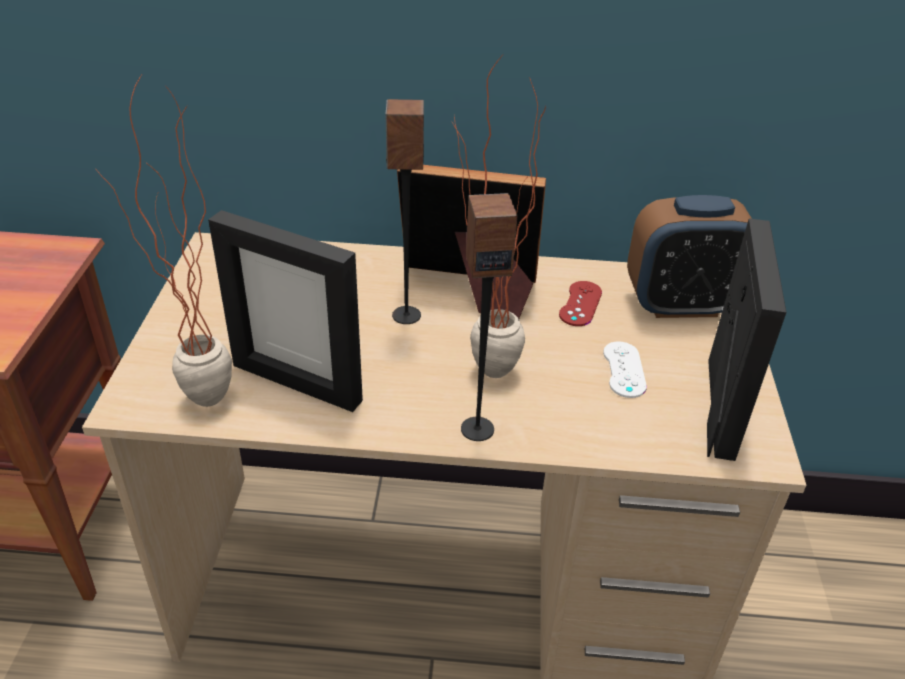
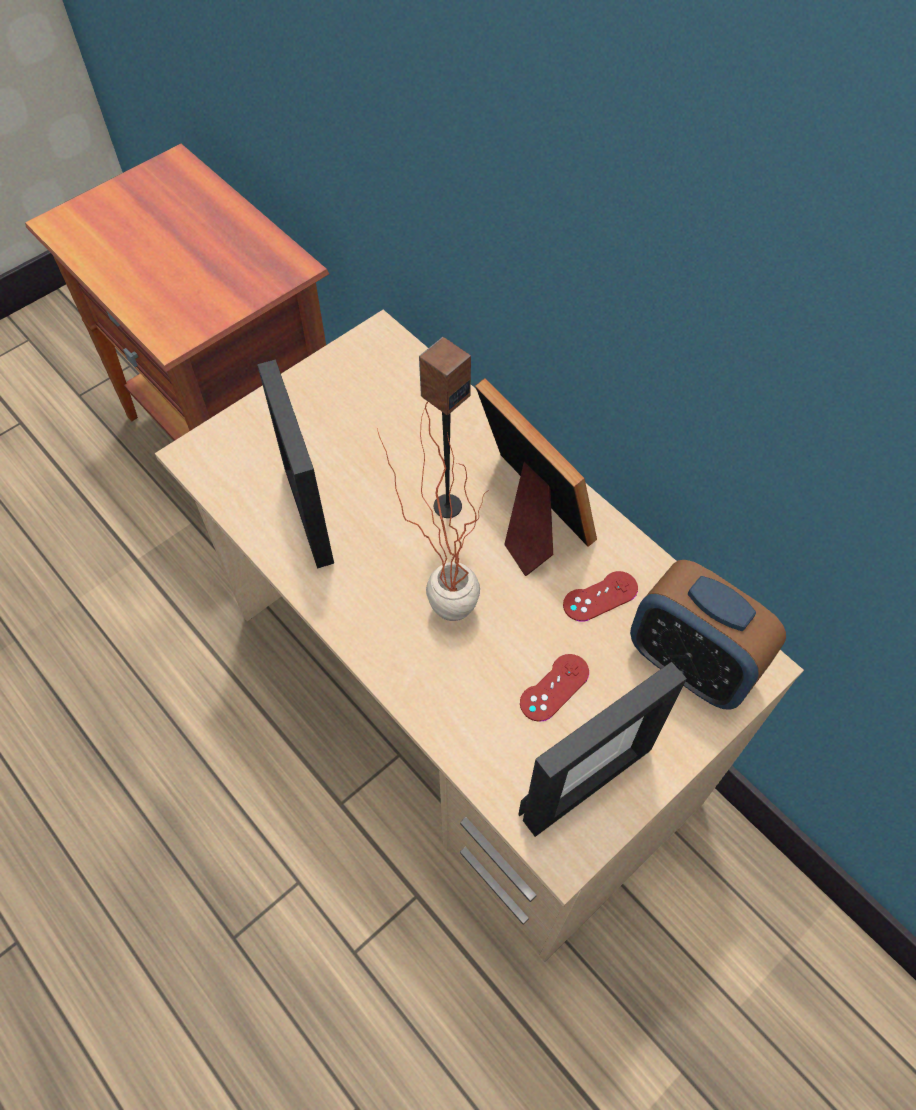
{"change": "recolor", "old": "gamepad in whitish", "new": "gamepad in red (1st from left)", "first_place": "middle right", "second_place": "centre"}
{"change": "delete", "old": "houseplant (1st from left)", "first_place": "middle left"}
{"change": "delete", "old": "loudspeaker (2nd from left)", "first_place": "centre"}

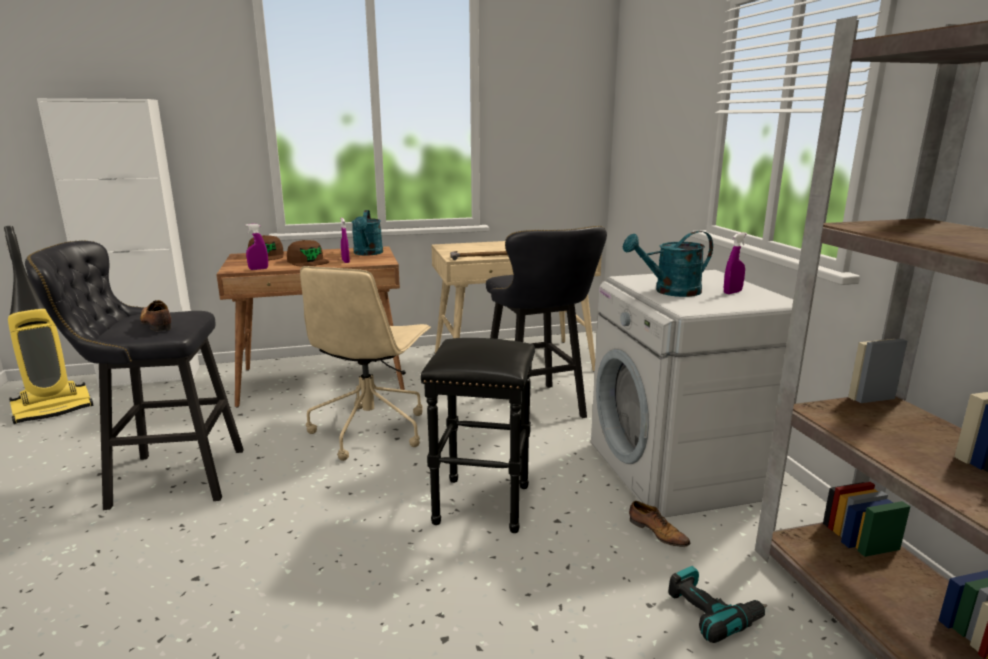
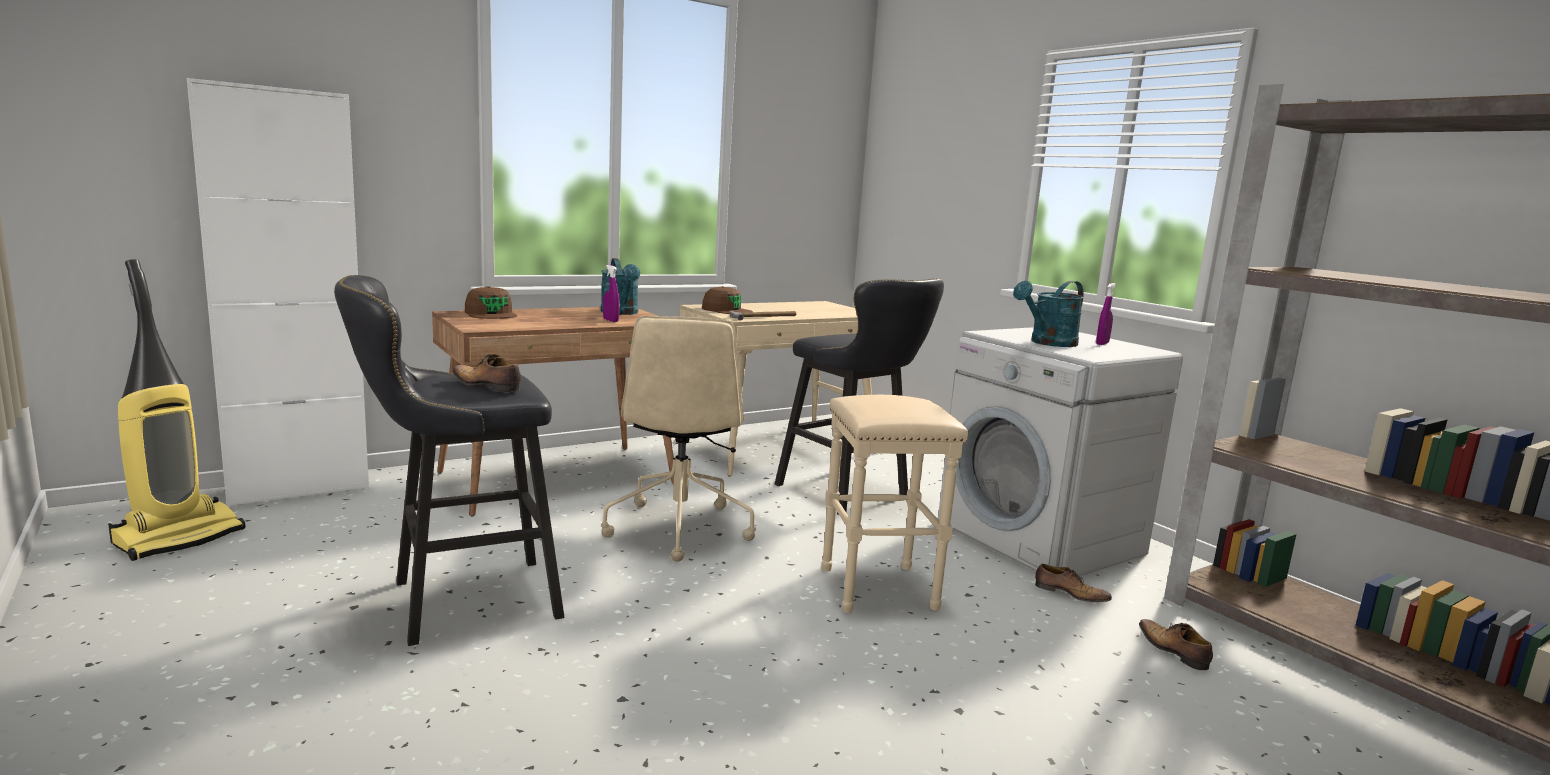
{"change": "move", "old": "baseball cap in brownish (2nd from left)", "first_place": "middle left", "second_place": "centre"}
{"change": "recolor", "old": "sitting stool in black-coloured (2nd from left)", "new": "sitting stool in beige", "first_place": "centre", "second_place": "centre"}
{"change": "replace", "old": "power drill", "new": "low shoe (3rd from left)", "first_place": "bottom right", "second_place": "bottom right"}
{"change": "delete", "old": "hand sprayer in purple-coloured (1st from left)", "first_place": "middle left"}

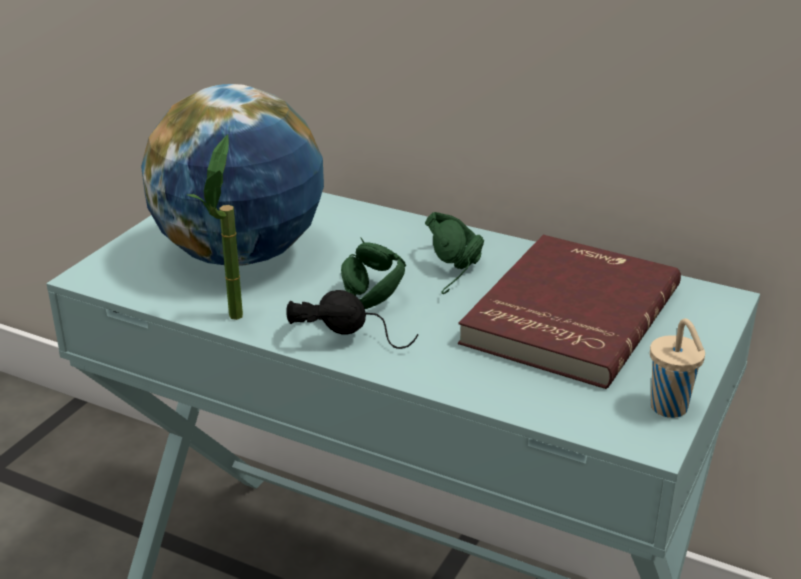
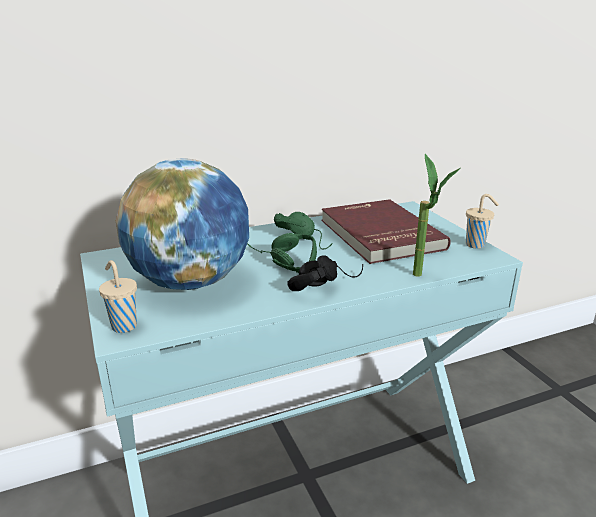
{"change": "insert", "new": "small cup in beige (1st from left)", "second_place": "middle left"}
{"change": "move", "old": "houseplant", "first_place": "middle left", "second_place": "middle right"}

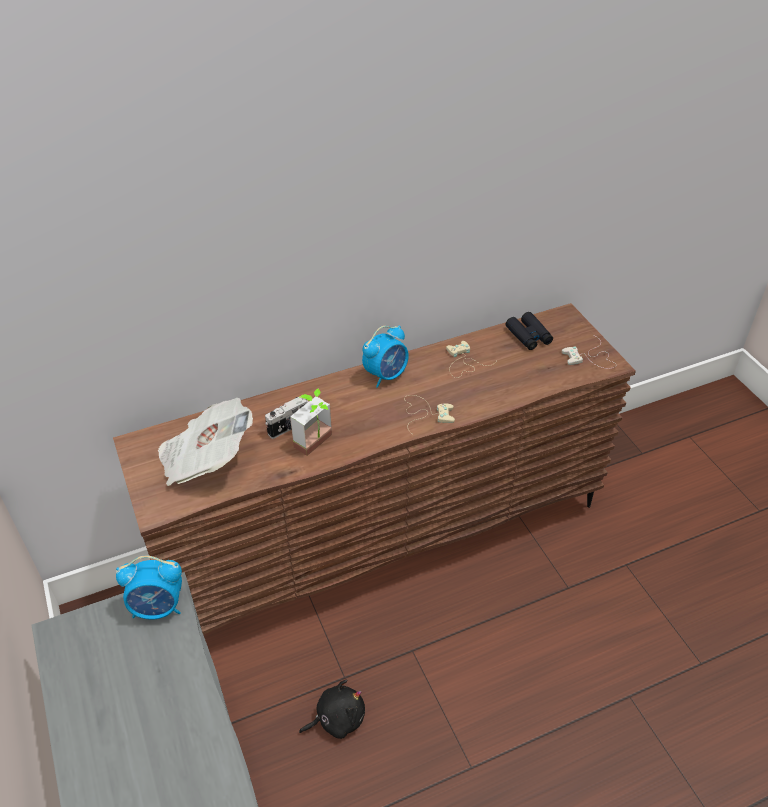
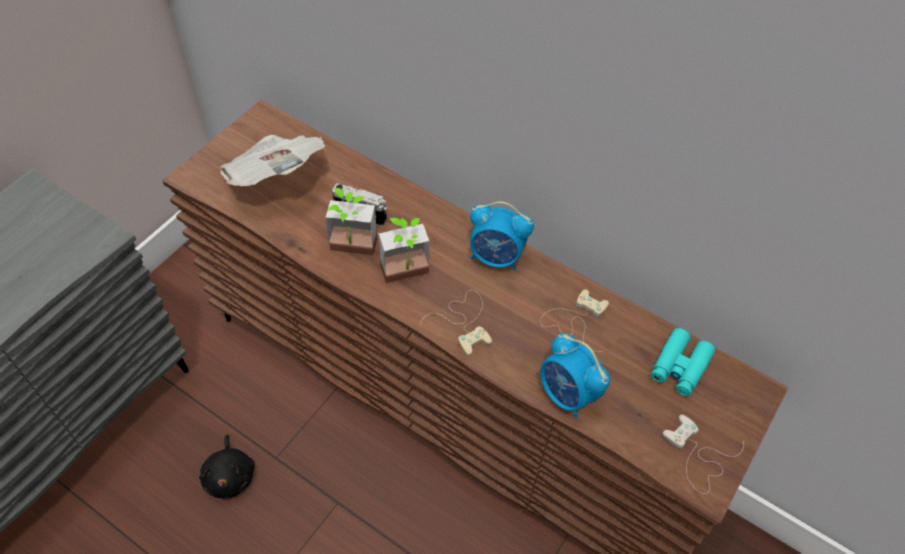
{"change": "rotate", "old": "plush toy in black-coloured", "first_place": "bottom centre", "second_place": "bottom left", "degrees": 45}
{"change": "insert", "new": "houseplant (2nd from left)", "second_place": "centre"}
{"change": "move", "old": "alarm clock (1st from left in the first image)", "new": "alarm clock (2nd from left)", "first_place": "bottom left", "second_place": "bottom centre"}
{"change": "recolor", "old": "pair of binoculars in black-coloured", "new": "pair of binoculars in turquoise", "first_place": "middle right", "second_place": "middle right"}

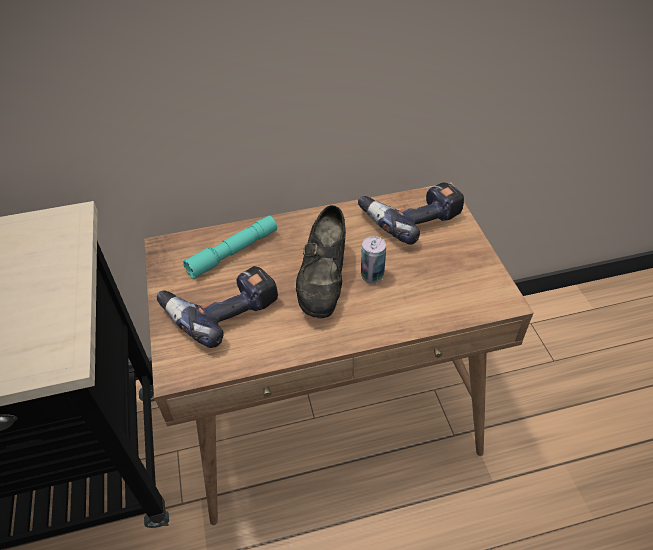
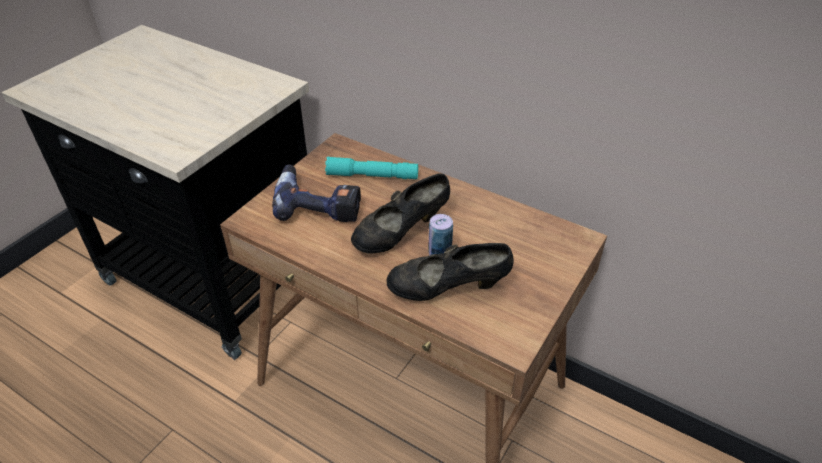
{"change": "insert", "new": "low shoe in black-coloured (2nd from left)", "second_place": "centre"}
{"change": "delete", "old": "power drill (2nd from left)", "first_place": "centre"}

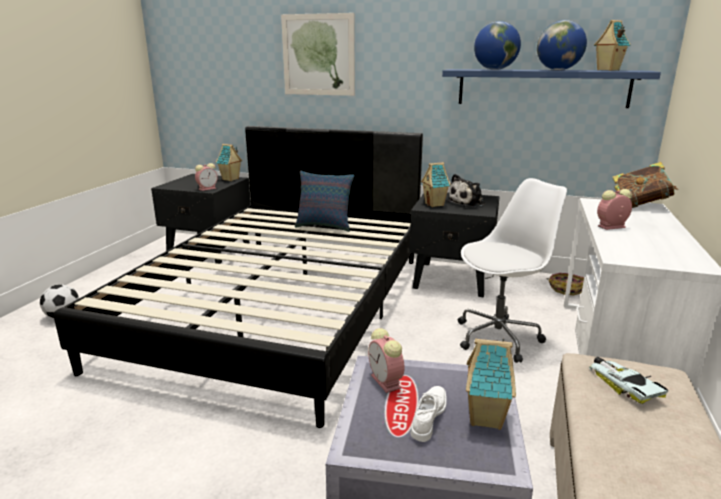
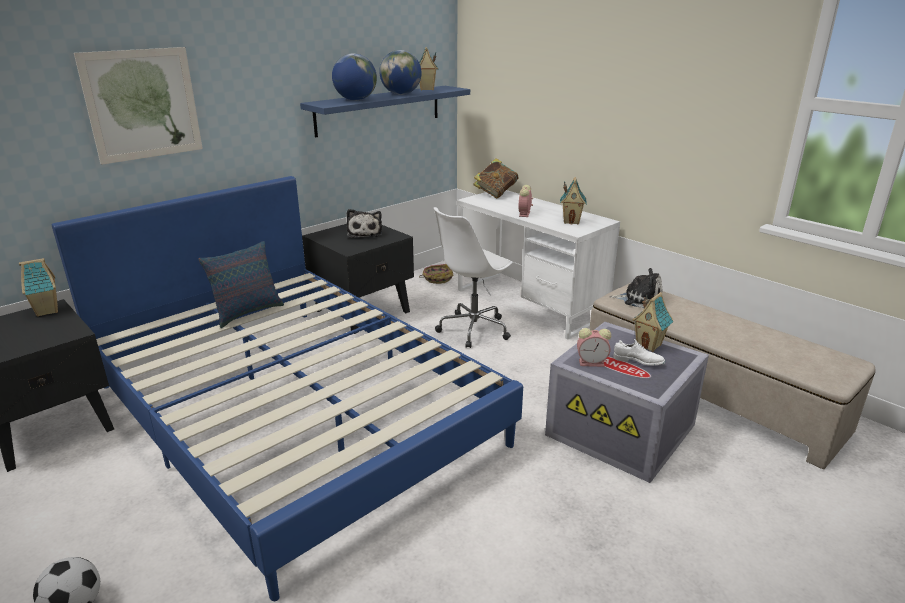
{"change": "recolor", "old": "sleeping bed in black-coloured", "new": "sleeping bed in blue", "first_place": "middle left", "second_place": "middle left"}
{"change": "rotate", "old": "desk chair in whitish", "first_place": "middle right", "second_place": "centre", "degrees": -135}
{"change": "move", "old": "toy house (2nd from left in the first image)", "new": "toy house (3rd from left)", "first_place": "centre", "second_place": "top centre"}
{"change": "replace", "old": "miniature car", "new": "plush toy (2nd from left)", "first_place": "bottom right", "second_place": "middle right"}
{"change": "rotate", "old": "low shoe in whitish", "first_place": "bottom centre", "second_place": "middle right", "degrees": 150}
{"change": "delete", "old": "alarm clock (1st from left)", "first_place": "middle left"}

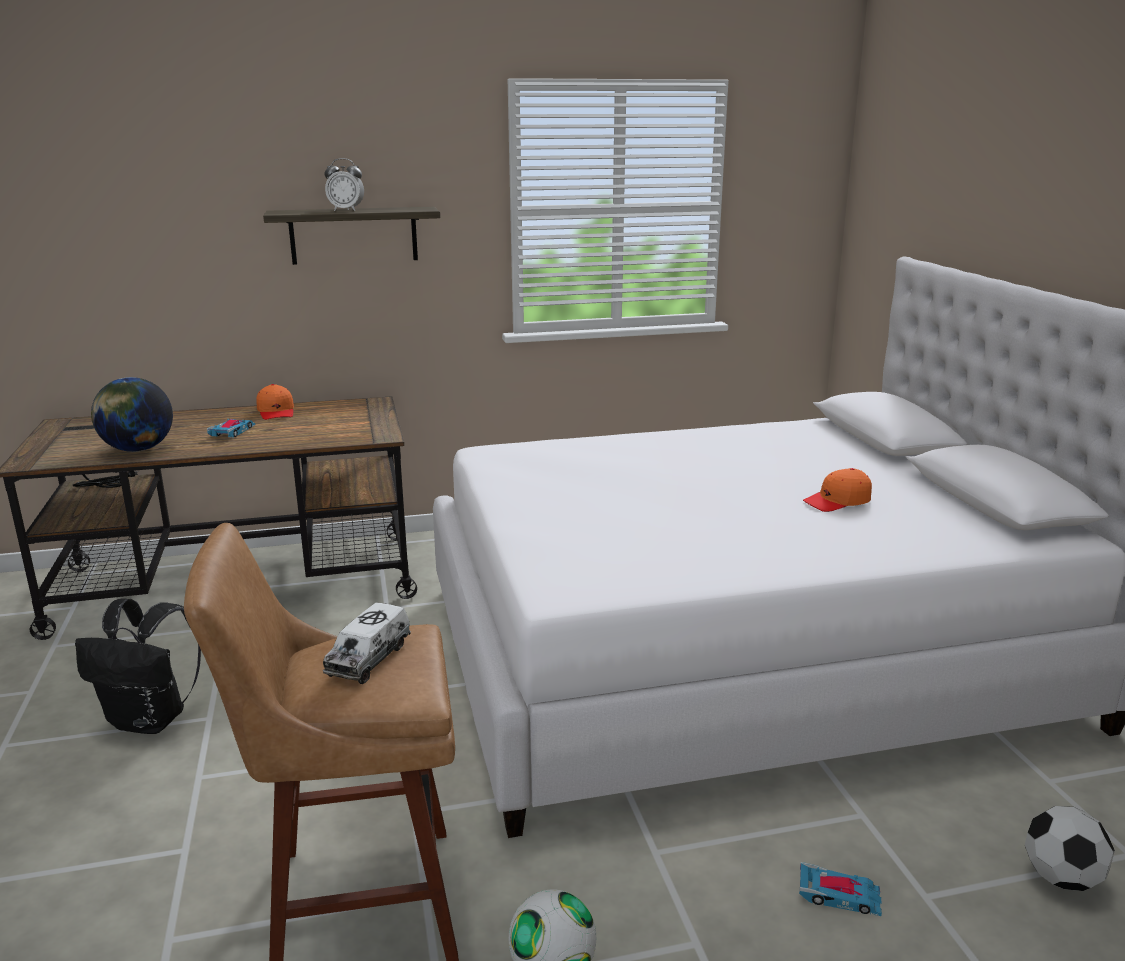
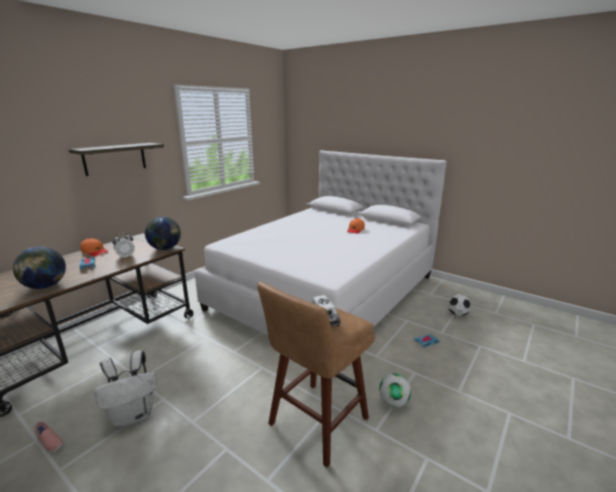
{"change": "insert", "new": "low shoe in pink", "second_place": "bottom left"}
{"change": "recolor", "old": "backpack in black-coloured", "new": "backpack in whitish", "first_place": "bottom left", "second_place": "bottom left"}
{"change": "move", "old": "alarm clock", "first_place": "top left", "second_place": "middle left"}
{"change": "insert", "new": "desk globe (2nd from left)", "second_place": "middle left"}

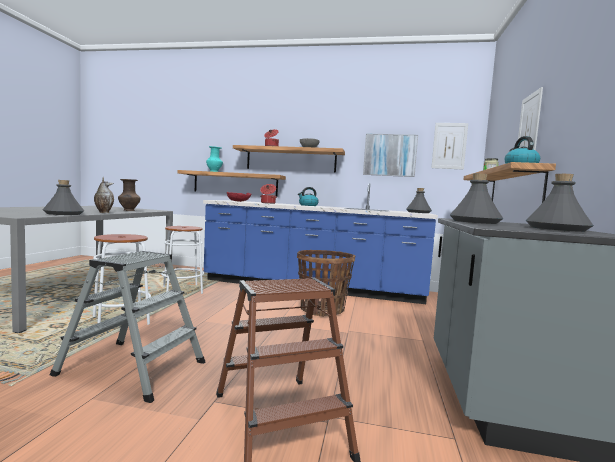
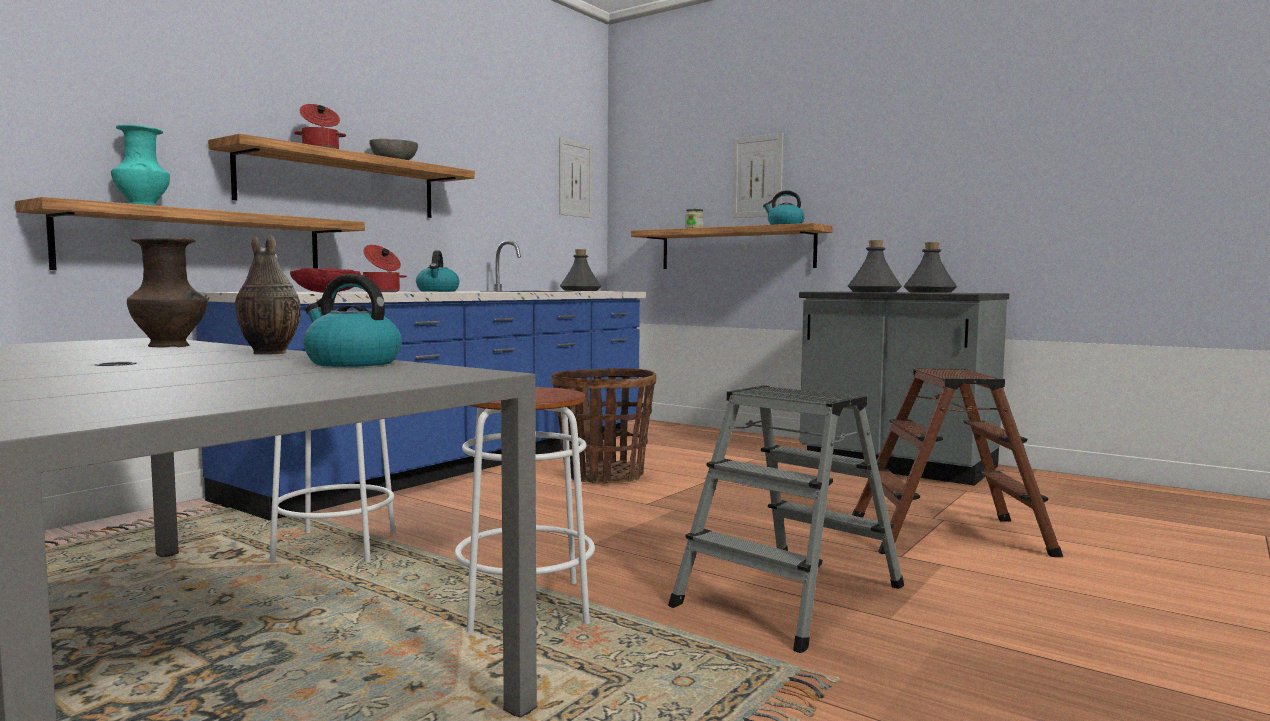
{"change": "replace", "old": "bottle in gray (1st from left)", "new": "kettle (1st from left)", "first_place": "middle left", "second_place": "middle left"}
{"change": "delete", "old": "wall picture (1st from left)", "first_place": "centre"}

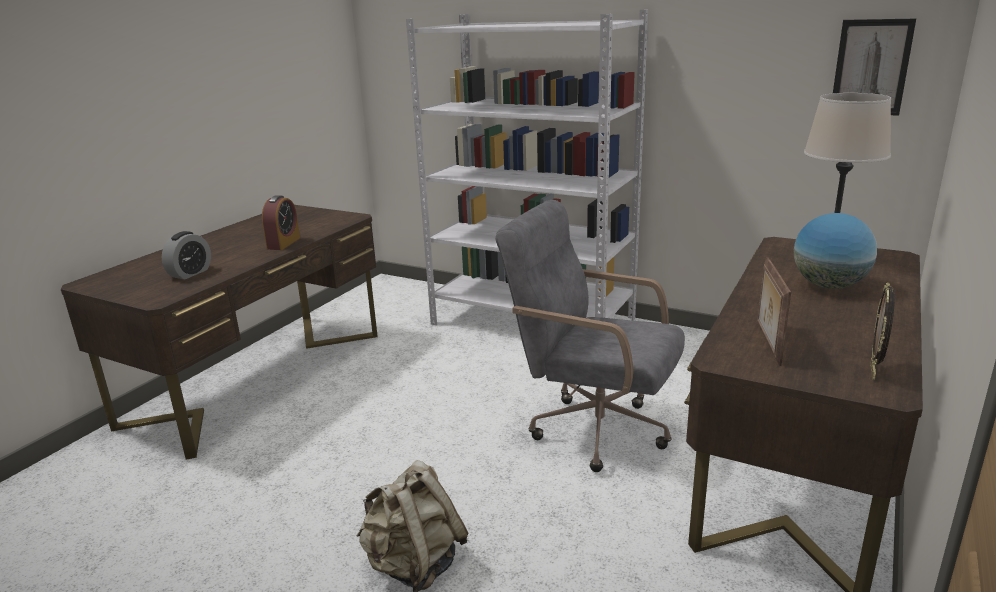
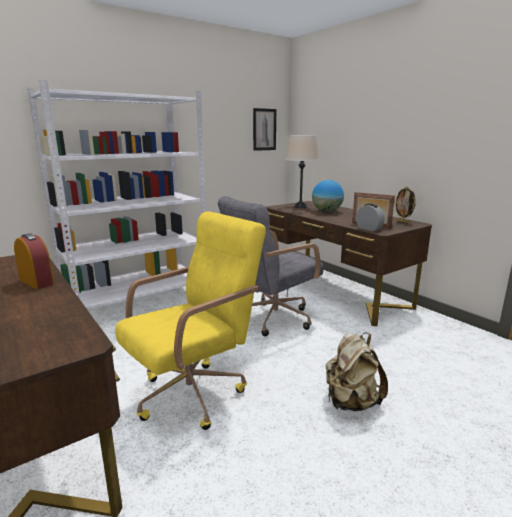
{"change": "insert", "new": "desk chair in yellow", "second_place": "centre"}
{"change": "move", "old": "alarm clock (1st from left in the first image)", "new": "alarm clock (2nd from left)", "first_place": "middle left", "second_place": "middle right"}

